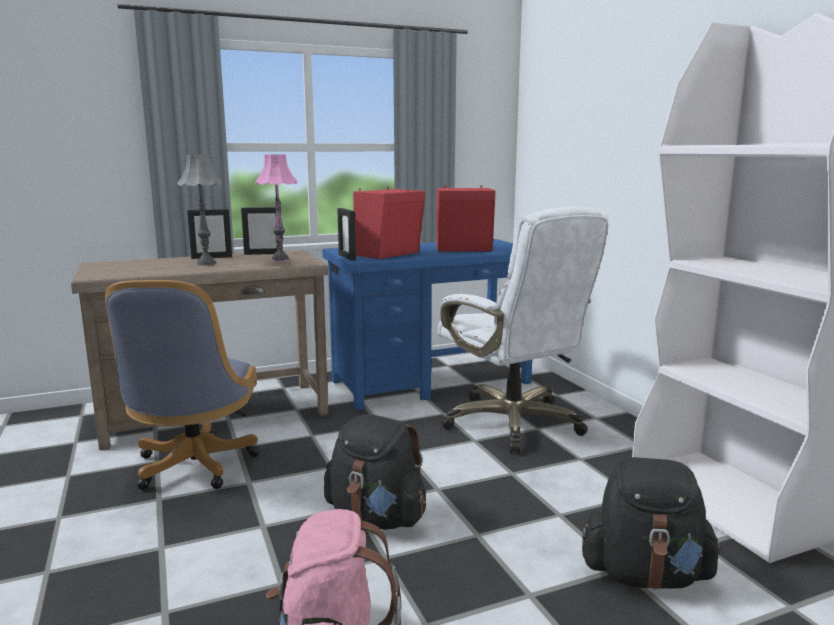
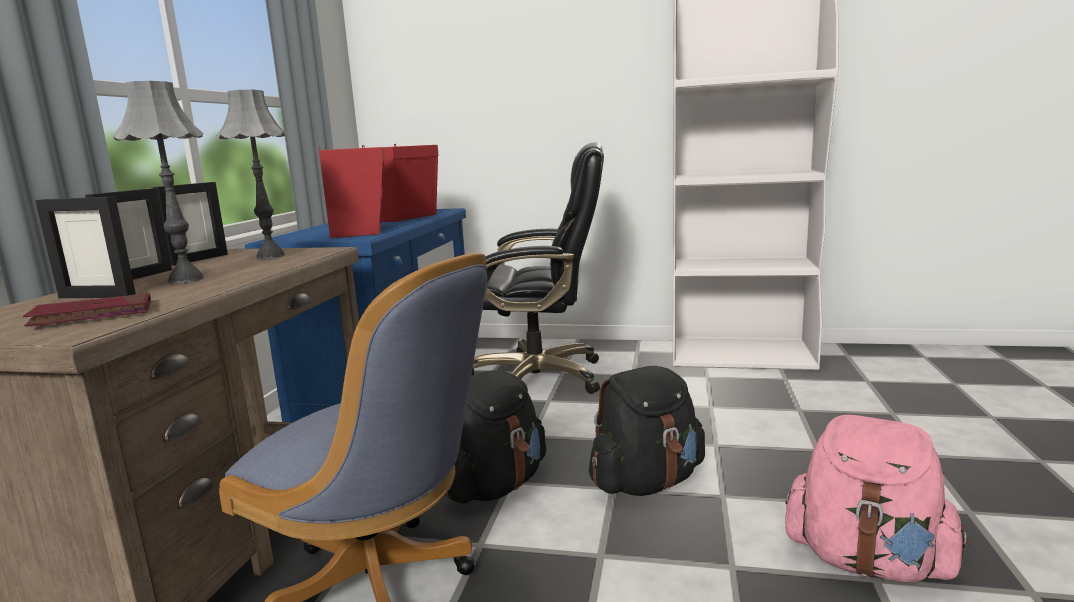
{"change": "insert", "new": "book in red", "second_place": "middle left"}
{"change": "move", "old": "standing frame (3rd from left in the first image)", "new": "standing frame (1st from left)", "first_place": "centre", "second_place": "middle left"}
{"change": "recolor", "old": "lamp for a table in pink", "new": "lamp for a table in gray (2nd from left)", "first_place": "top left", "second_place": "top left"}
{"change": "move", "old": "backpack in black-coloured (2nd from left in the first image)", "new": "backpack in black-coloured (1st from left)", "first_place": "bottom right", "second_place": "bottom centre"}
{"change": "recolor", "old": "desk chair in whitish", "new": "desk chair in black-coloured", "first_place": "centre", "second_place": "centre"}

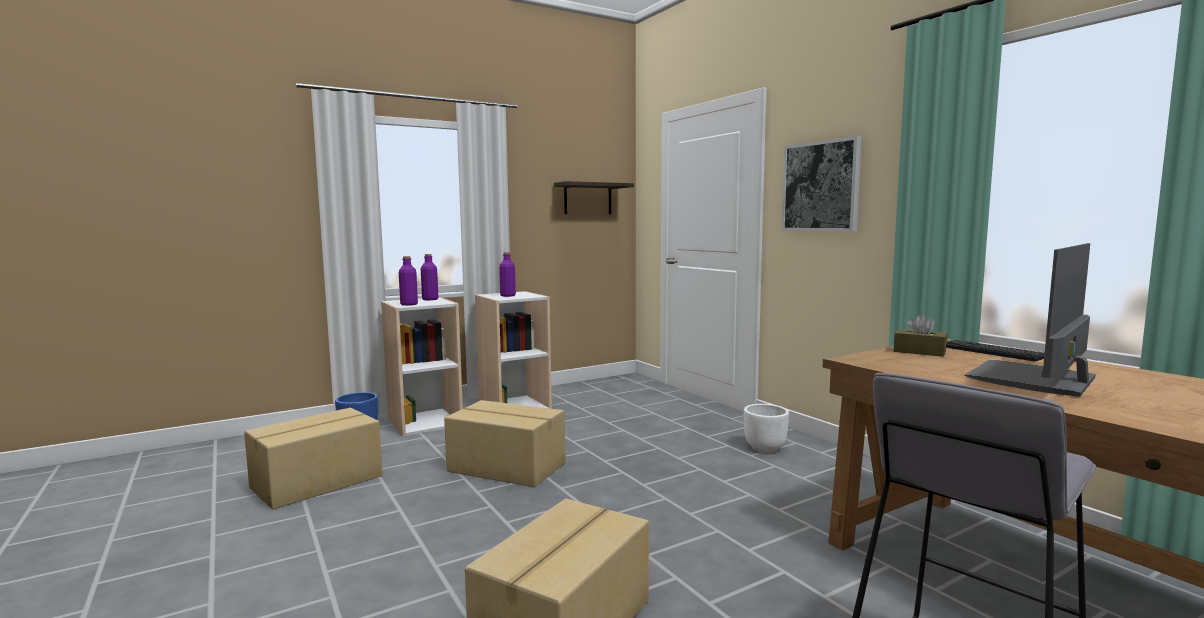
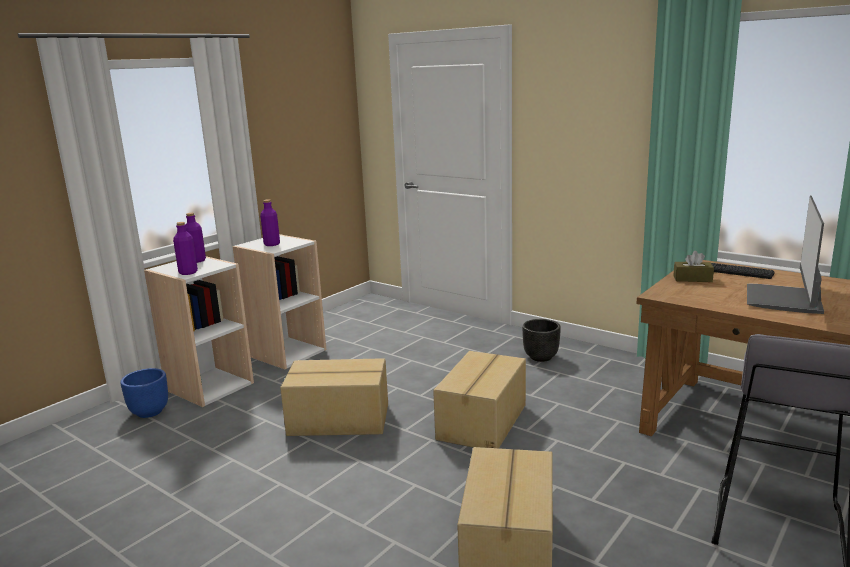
{"change": "move", "old": "cardboard box (1st from left in the first image)", "new": "cardboard box (2nd from left)", "first_place": "bottom left", "second_place": "bottom centre"}
{"change": "recolor", "old": "planter in whitish", "new": "planter in black-coloured", "first_place": "bottom centre", "second_place": "centre"}
{"change": "delete", "old": "wall shelf", "first_place": "top centre"}
{"change": "delete", "old": "wall picture", "first_place": "top right"}

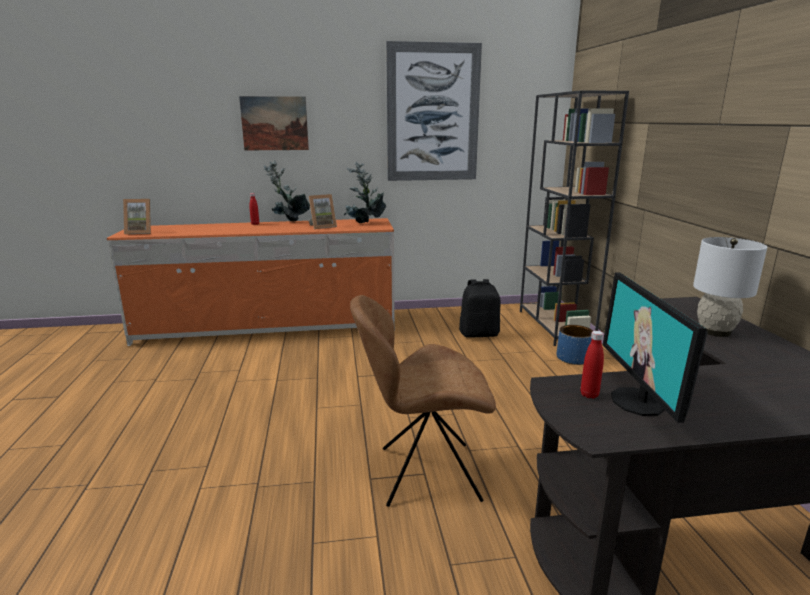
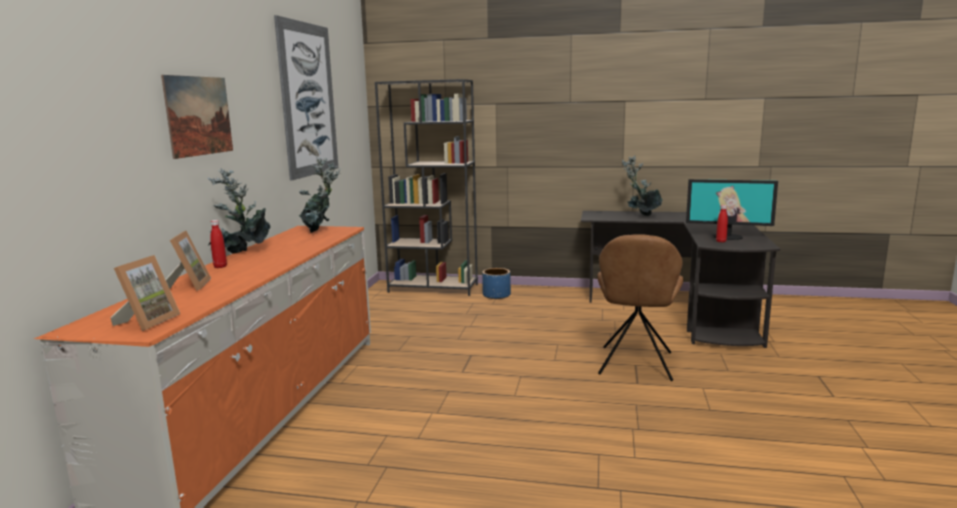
{"change": "move", "old": "standing frame (2nd from left)", "first_place": "centre", "second_place": "middle left"}
{"change": "replace", "old": "lamp for a table in whitish", "new": "houseplant (3rd from left)", "first_place": "middle right", "second_place": "middle right"}
{"change": "delete", "old": "backpack in black-coloured", "first_place": "centre"}

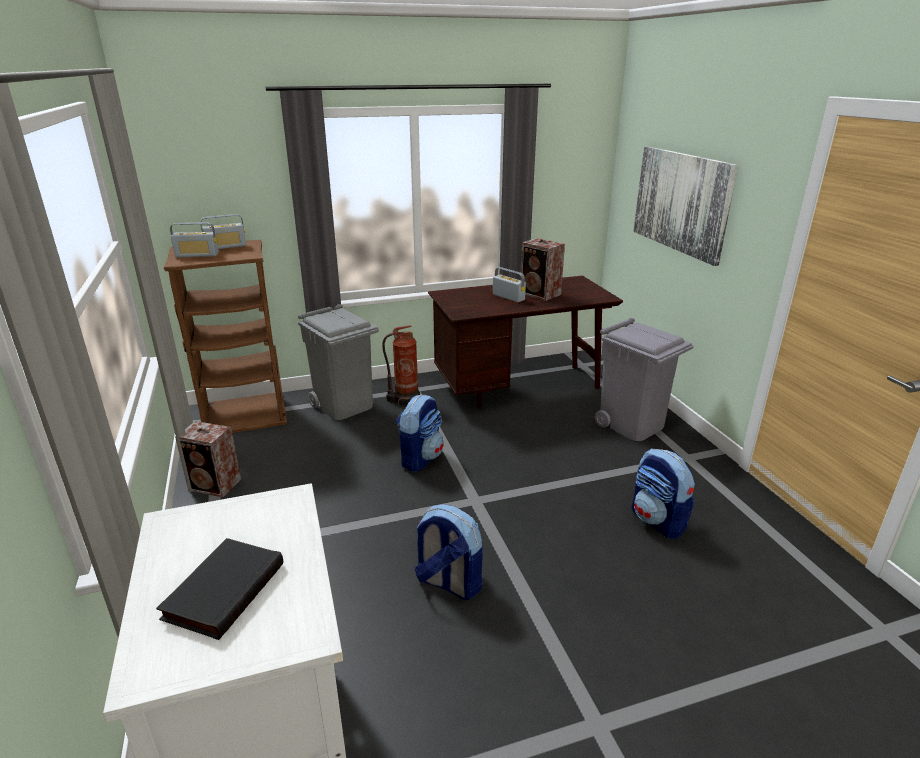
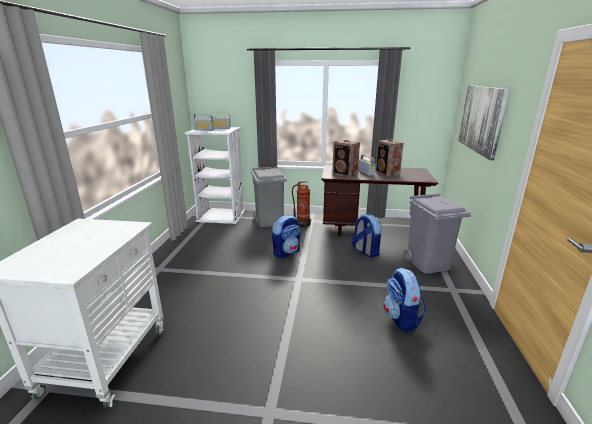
{"change": "recolor", "old": "bookshelf in brownish", "new": "bookshelf in whitish", "first_place": "middle left", "second_place": "centre"}
{"change": "move", "old": "loudspeaker (1st from left)", "first_place": "middle left", "second_place": "centre"}
{"change": "move", "old": "backpack (2nd from left)", "first_place": "bottom centre", "second_place": "centre"}
{"change": "delete", "old": "book in black-coloured", "first_place": "bottom left"}

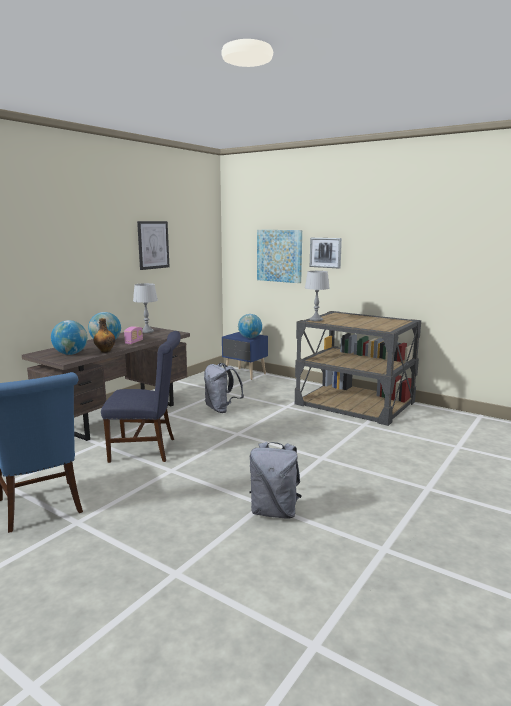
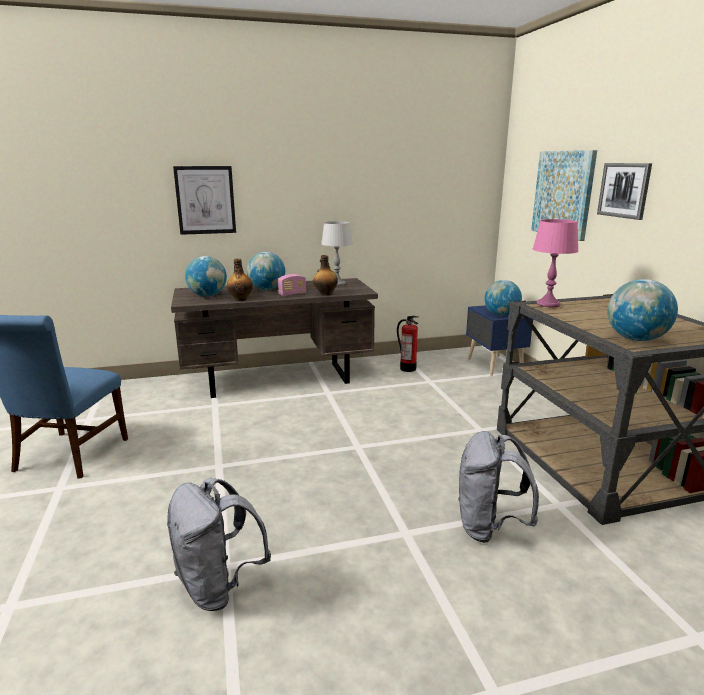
{"change": "move", "old": "wall picture (1st from left)", "first_place": "middle left", "second_place": "top left"}
{"change": "insert", "new": "bottle (2nd from left)", "second_place": "centre"}
{"change": "insert", "new": "fire extinguisher", "second_place": "centre"}
{"change": "move", "old": "backpack in gray (1st from left in the first image)", "new": "backpack in gray (2nd from left)", "first_place": "centre", "second_place": "bottom right"}
{"change": "recolor", "old": "lamp for a table in gray (2nd from left)", "new": "lamp for a table in pink", "first_place": "centre", "second_place": "middle right"}
{"change": "insert", "new": "desk globe (4th from left)", "second_place": "middle right"}
{"change": "delete", "old": "chair in blue (2nd from left)", "first_place": "middle left"}

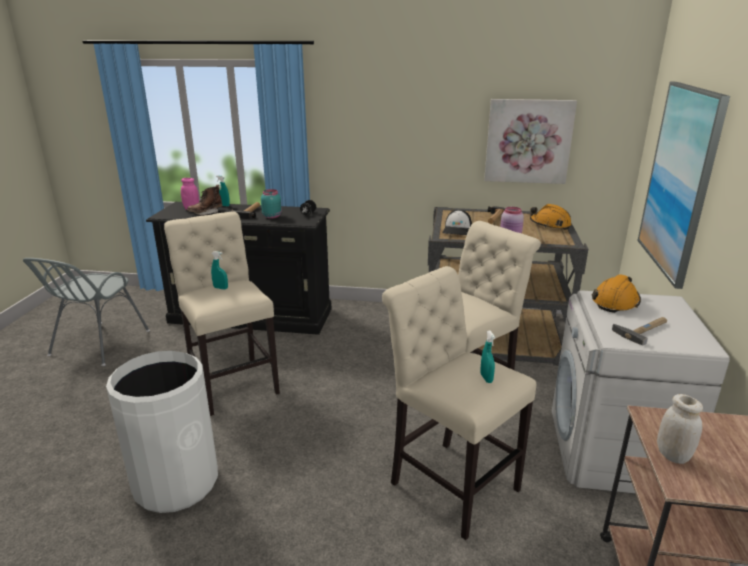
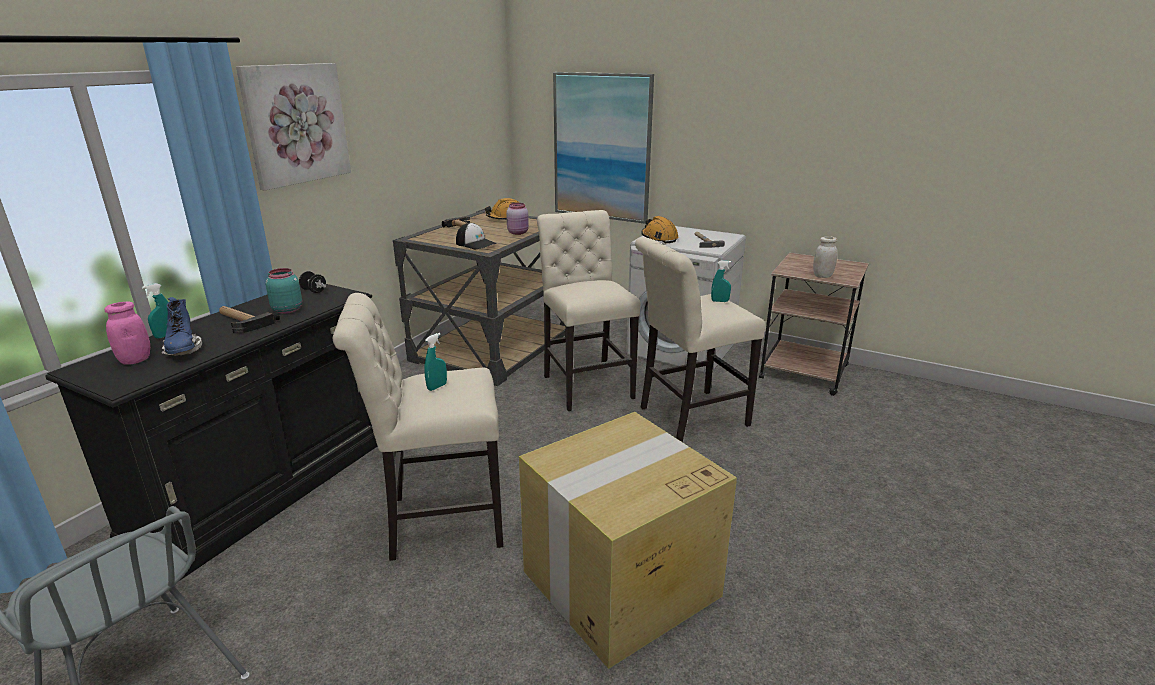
{"change": "recolor", "old": "boot in brownish", "new": "boot in blue", "first_place": "middle left", "second_place": "middle left"}
{"change": "move", "old": "wall picture (1st from left)", "first_place": "top right", "second_place": "top left"}
{"change": "replace", "old": "trash can in whitish", "new": "cardboard box", "first_place": "bottom left", "second_place": "bottom centre"}

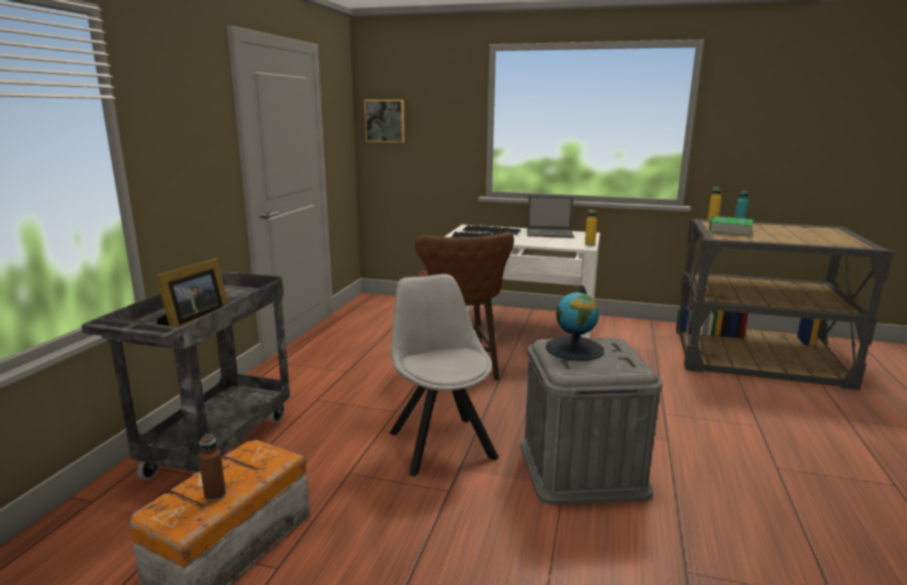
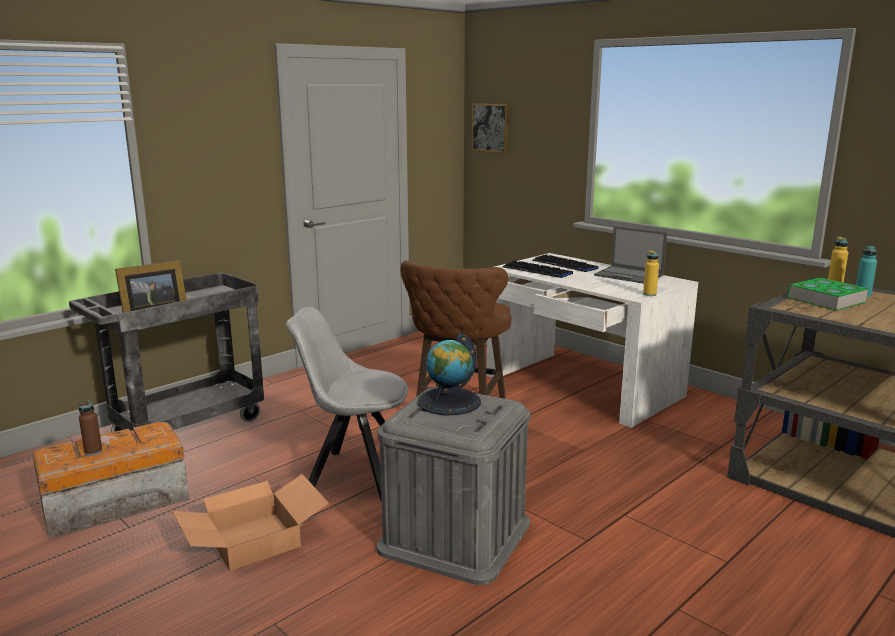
{"change": "insert", "new": "cardboard box", "second_place": "bottom left"}
{"change": "rotate", "old": "chair in gray", "first_place": "centre", "second_place": "centre", "degrees": -90}

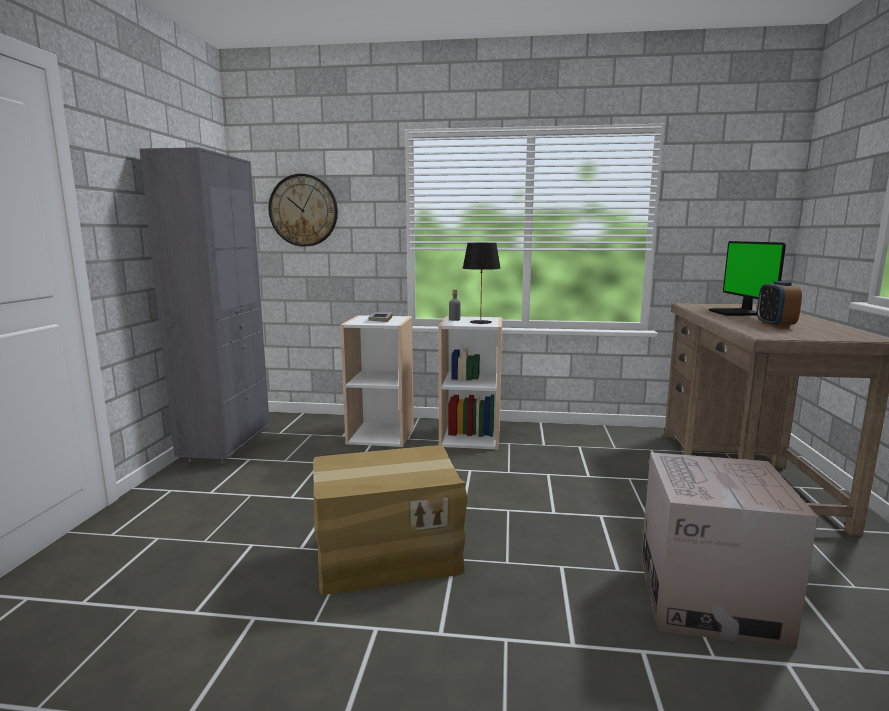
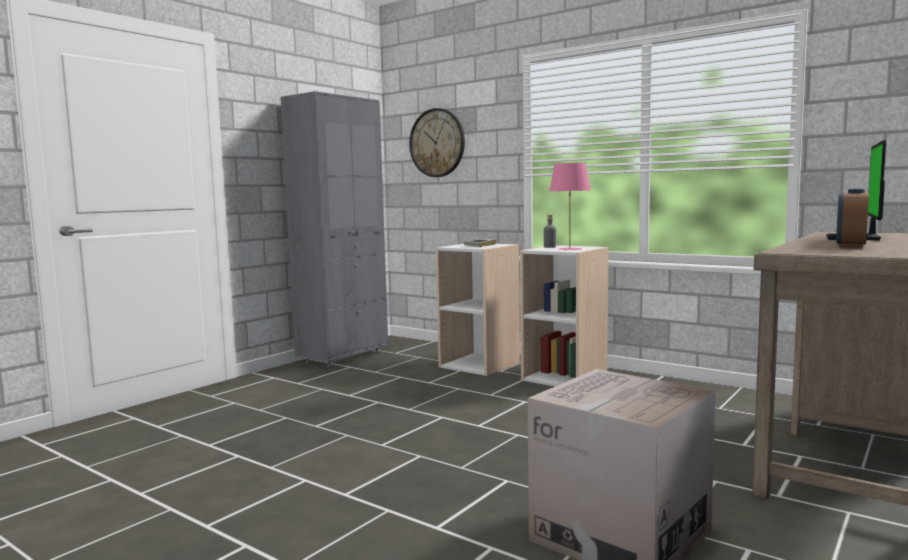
{"change": "recolor", "old": "lamp for a table in black-coloured", "new": "lamp for a table in pink", "first_place": "centre", "second_place": "centre"}
{"change": "delete", "old": "cardboard box (1st from left)", "first_place": "bottom centre"}

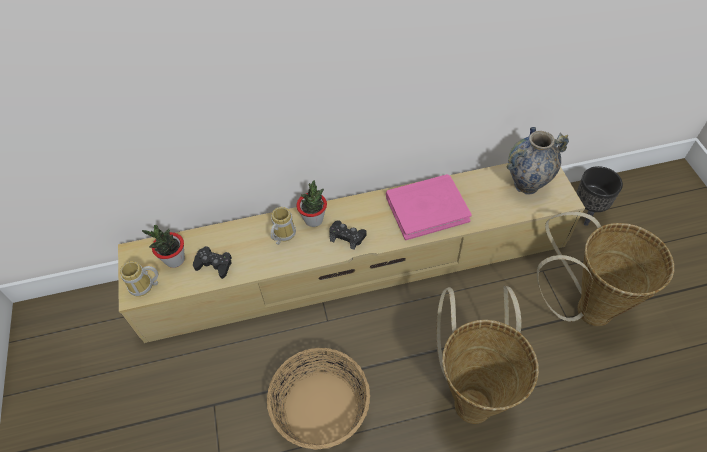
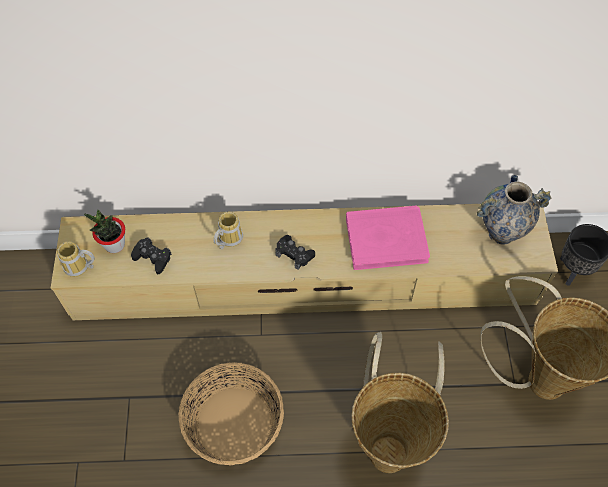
{"change": "delete", "old": "houseplant (2nd from left)", "first_place": "centre"}

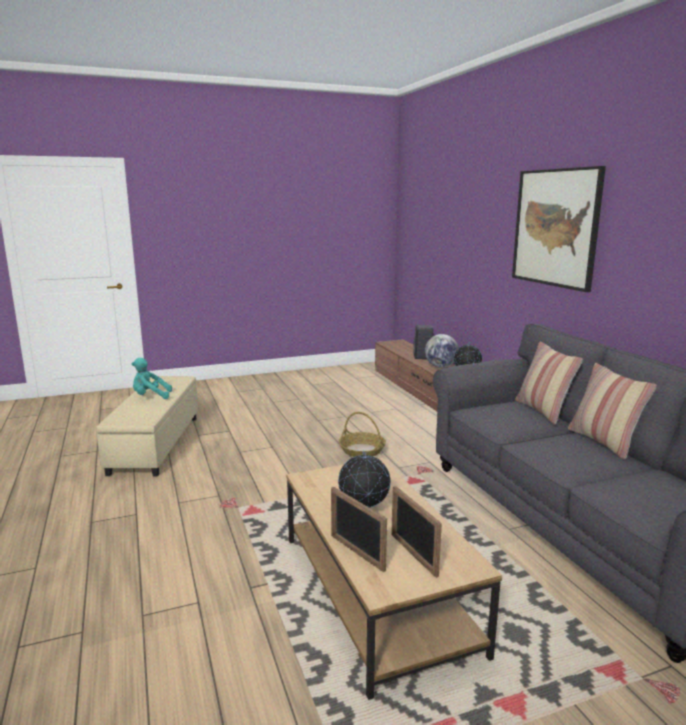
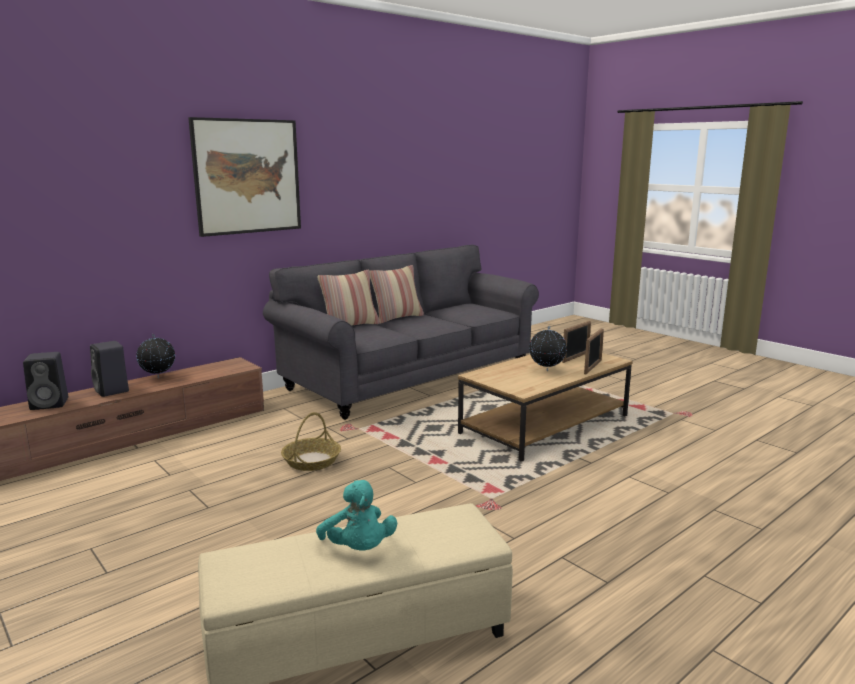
{"change": "replace", "old": "desk globe (2nd from left)", "new": "loudspeaker in black-coloured (2nd from left)", "first_place": "centre", "second_place": "middle left"}

